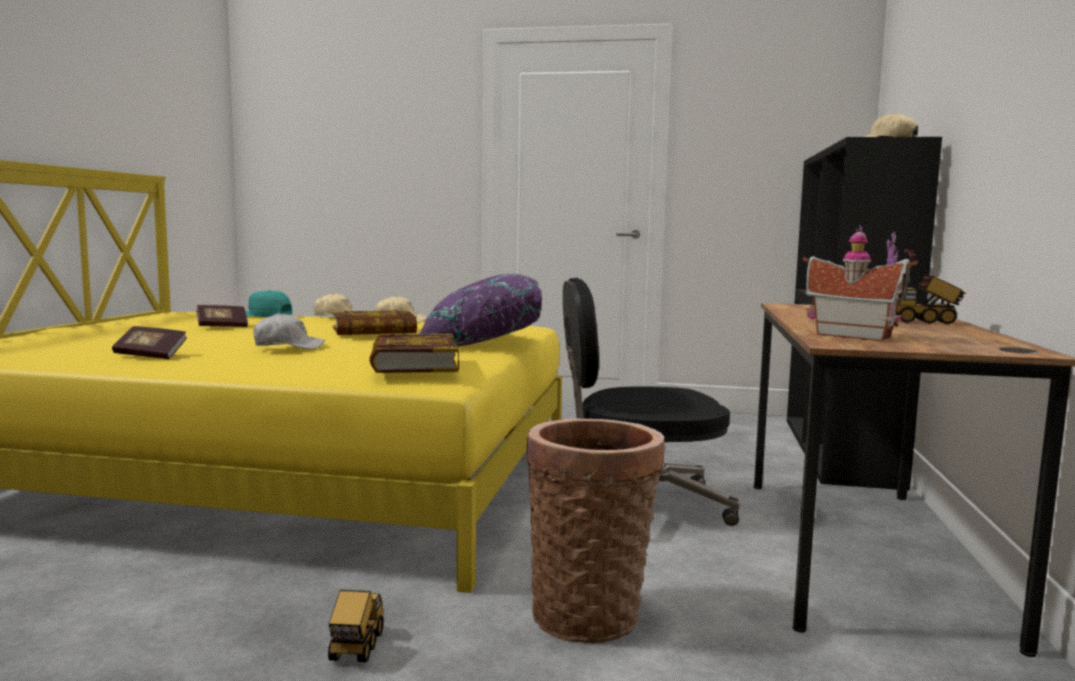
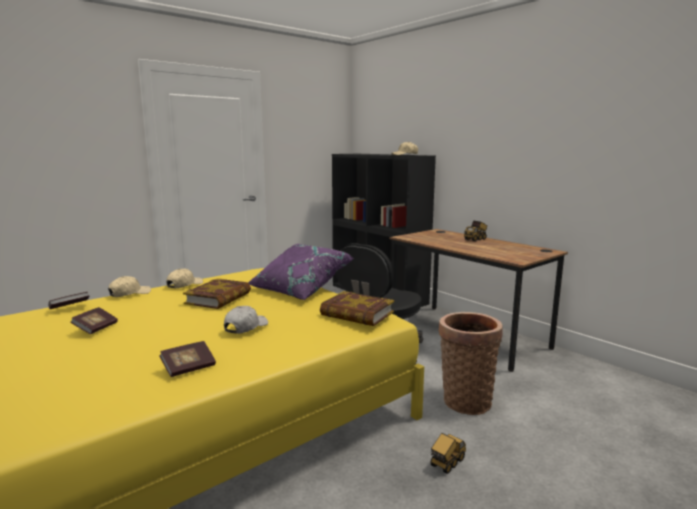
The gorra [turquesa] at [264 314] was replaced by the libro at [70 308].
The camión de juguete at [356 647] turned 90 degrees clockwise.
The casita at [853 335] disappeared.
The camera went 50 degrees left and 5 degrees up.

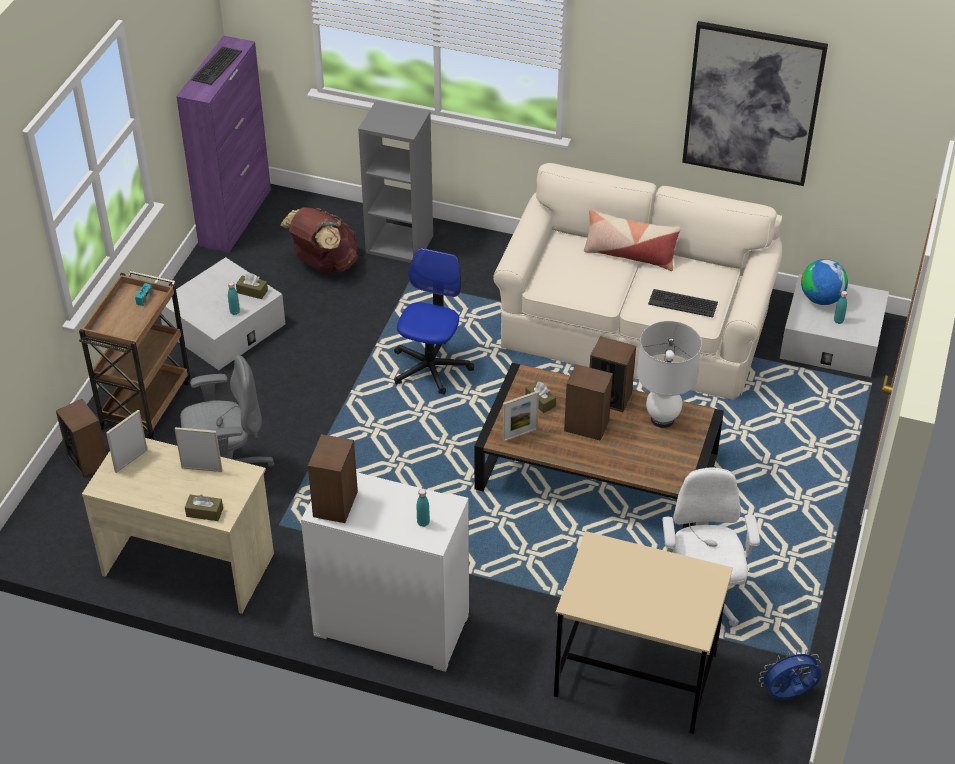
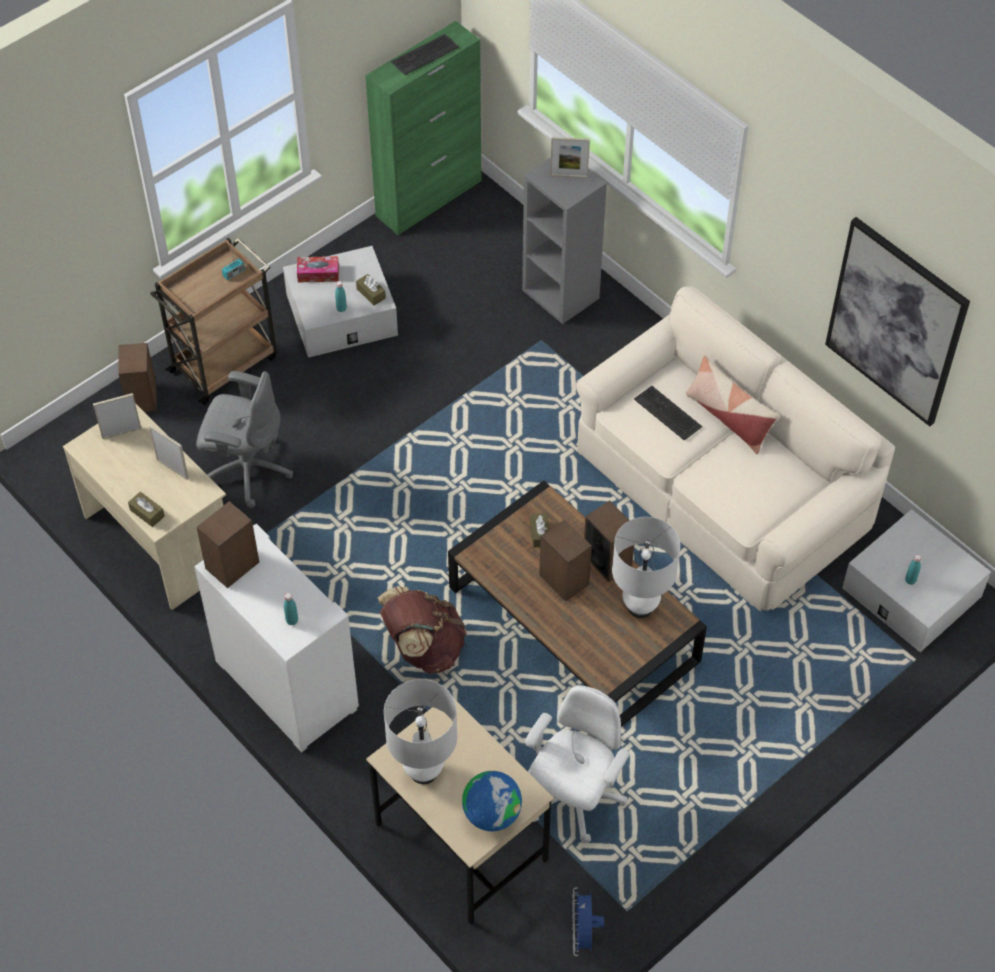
The caja de pañuelos at [318 274] appeared.
The armario [morado] at [236 216] became the armario [verde] at [429 198].
The mochila [marrón] moved from [324 264] to [423 648].
The lámpara de mesa [blanco] at [424 772] appeared.
The globo terráqueo moved from [821 299] to [492 814].
The portarretratos moved from [520 435] to [569 176].
The ventilador [azul] at [788 696] turned 105 degrees counterclockwise.
The teclado moved from [683 303] to [668 413].
The silla de oficina at [430 367] disappeared.
The camera went 30 degrees right and 10 degrees up.

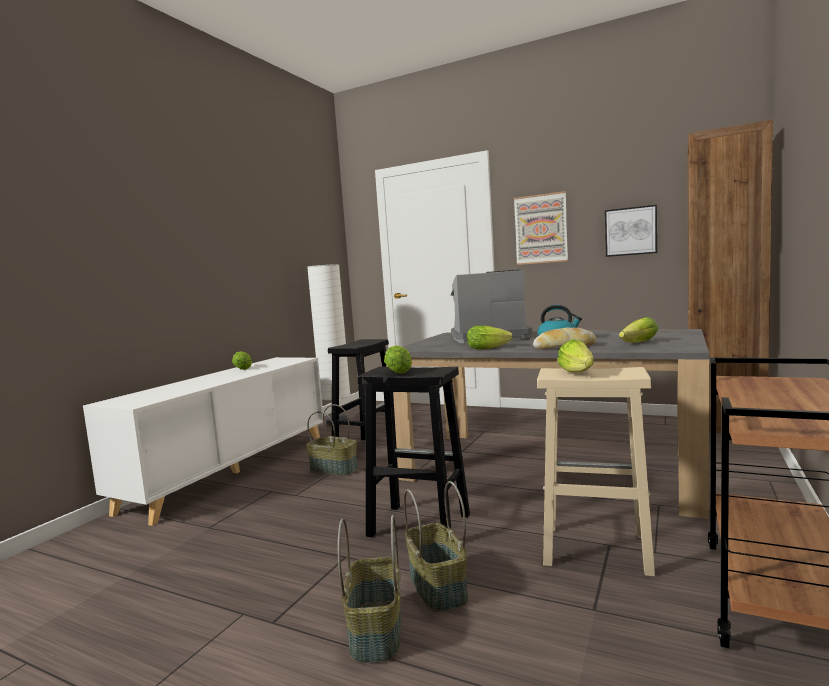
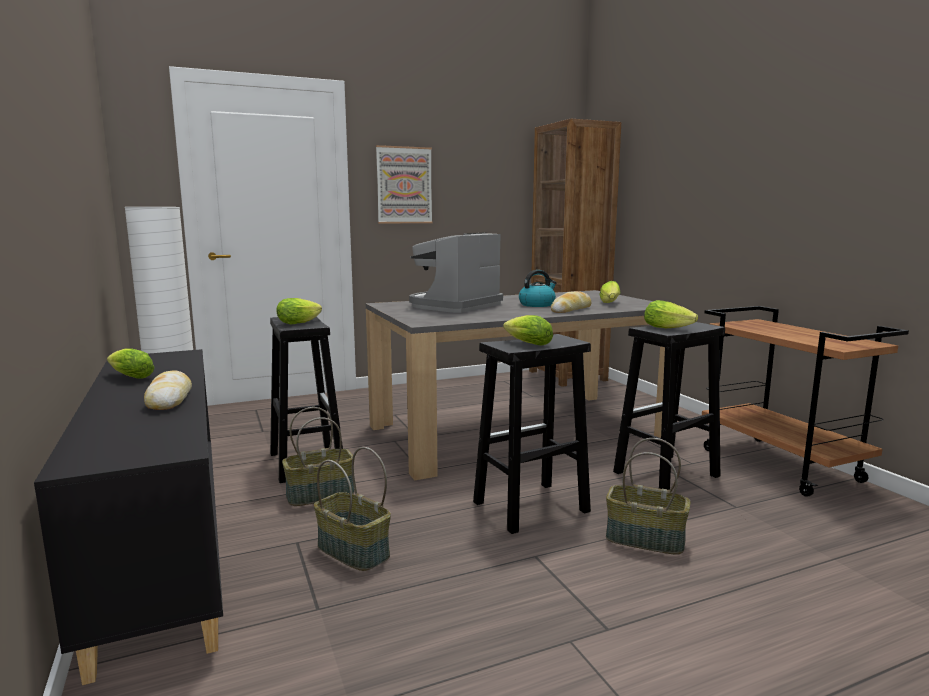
The armario [blanco] at [232 471] became the armario [negro] at [163 546].
The pan at [170 399] appeared.
The lechuga moved from [490 348] to [301 322].
The cesta moved from [375 631] to [352 551].
The taburete [beis] at [594 549] became the taburete [negro] at [665 474].
The cuadro at [630 231] disappeared.
The camera went 50 degrees left and 5 degrees up.

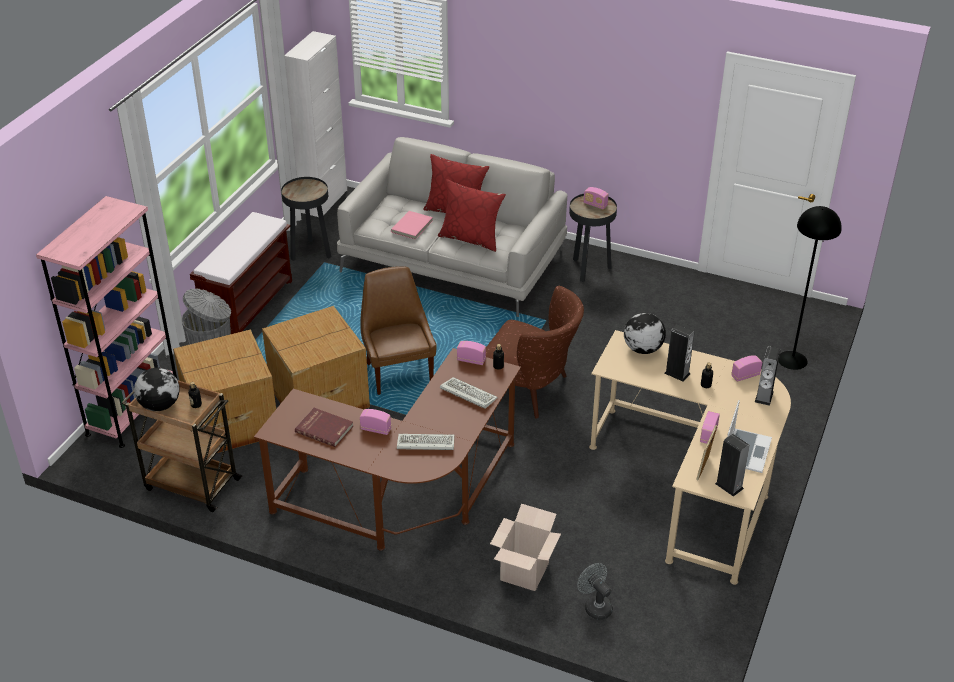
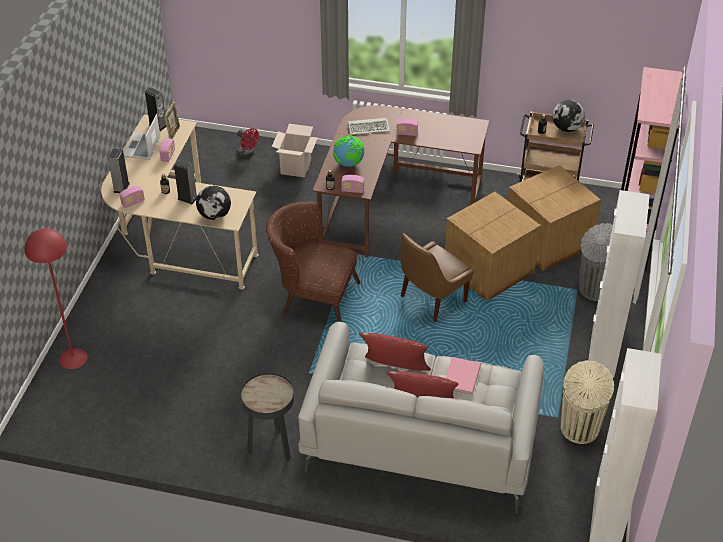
The lámpara de pie [negro] at [792 360] became the lámpara de pie [rojo] at [73 358].
The ventilador [gris] at [595 606] became the ventilador [rojo] at [247 154].
The teclado at [467 394] was replaced by the globo terráqueo at [349 164].
The silla [marrón] at [399 372] turned 75 degrees clockwise.
The mesa auxiliar [negro] at [310 252] was replaced by the papelera [beis] at [579 429].
The banco [marrón] at [249 305] was replaced by the armario [blanco] at [603 353].
The libro [rojo] at [325 428] disappeared.
The radio at [595 205] disappeared.
The camera went 170 degrees right and 5 degrees up.

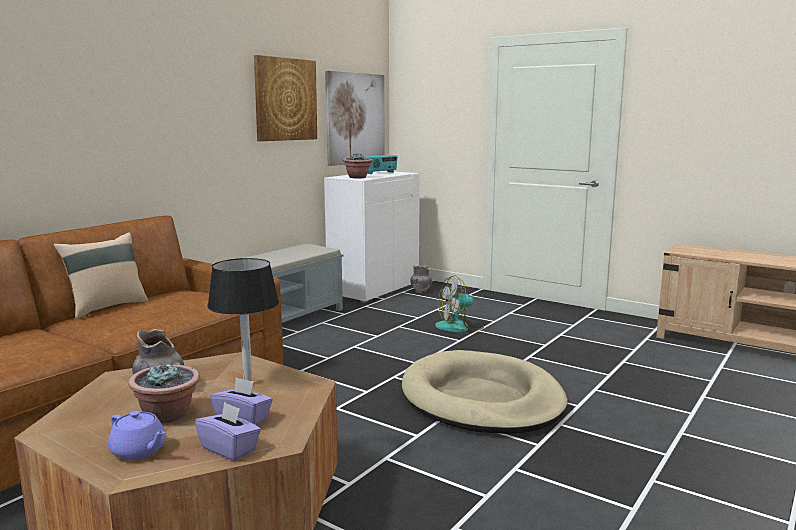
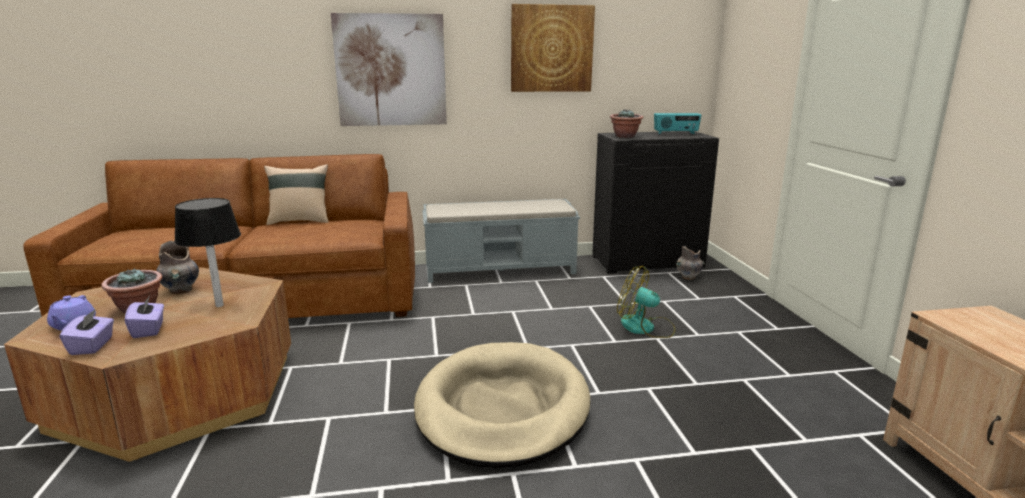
The cuadro moved from [355 118] to [391 70].
The armario [blanco] at [374 289] became the armario [negro] at [647 261].
The camera went 45 degrees right and 5 degrees up.

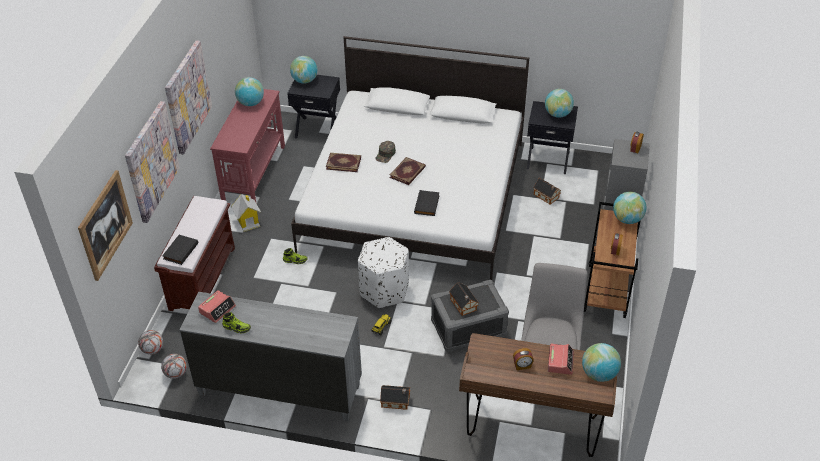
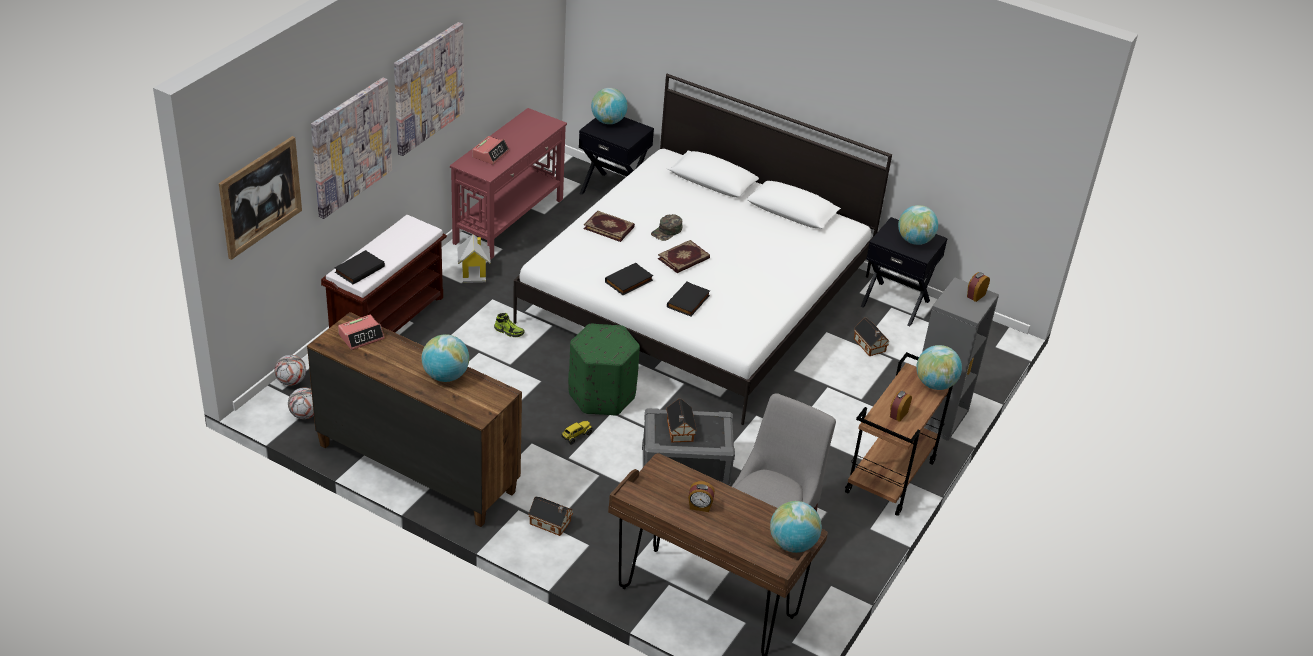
The cómoda [gris] at [279 389] became the cómoda [marrón] at [417 467].
The globo terráqueo moved from [251 103] to [446 376].
The despertador moved from [560 361] to [490 154].
The puf [blanco] at [385 290] became the puf [verde] at [602 395].
The libro [negro] at [629 282] appeared.
The zapato at [236 327] disappeared.
The camera went 15 degrees right and 5 degrees down.

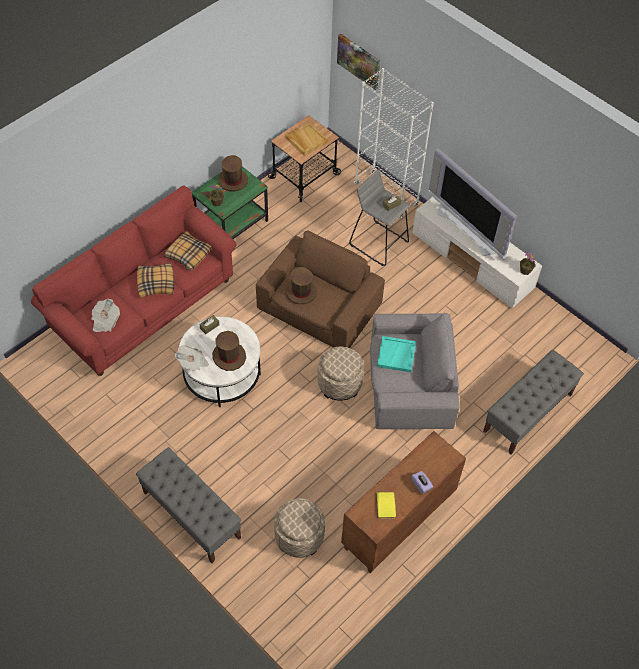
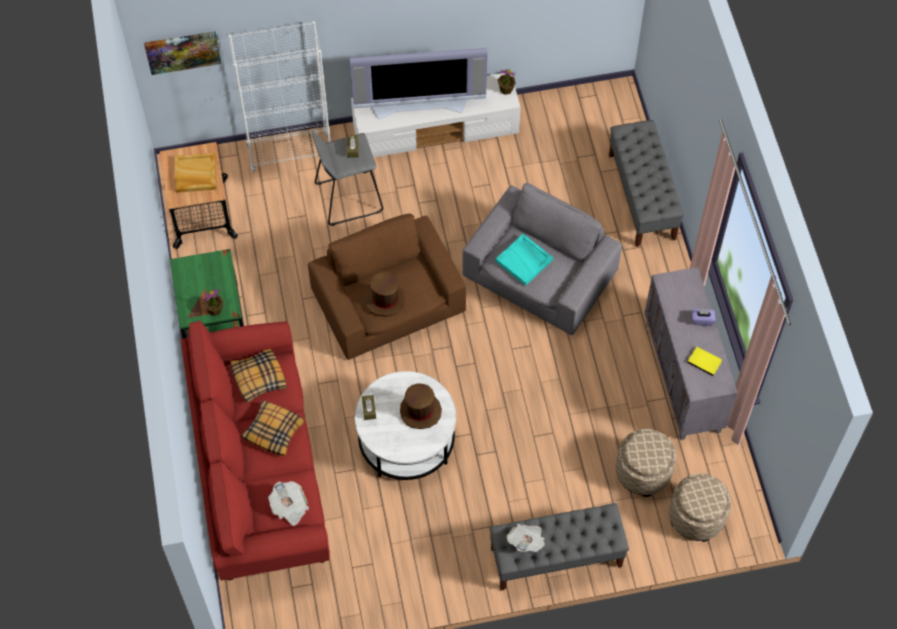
The periódico moved from [193 363] to [527 541].
The armario [marrón] at [398 522] became the armario [gris] at [683 377].
The puf [beis] moved from [339 383] to [696 516].
The sombrero [marrón] at [233 181] disappeared.
The camera went 55 degrees left and 5 degrees up.

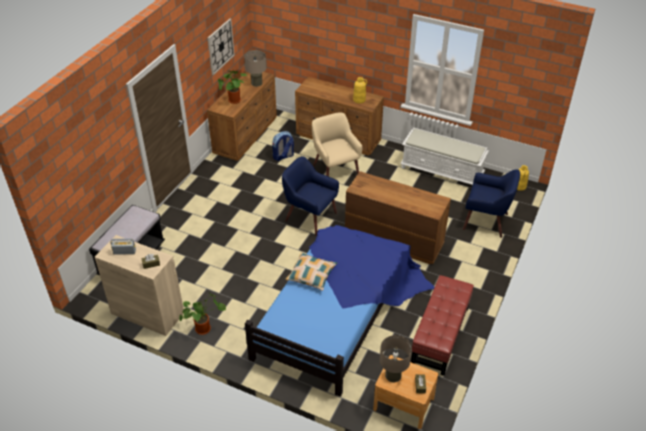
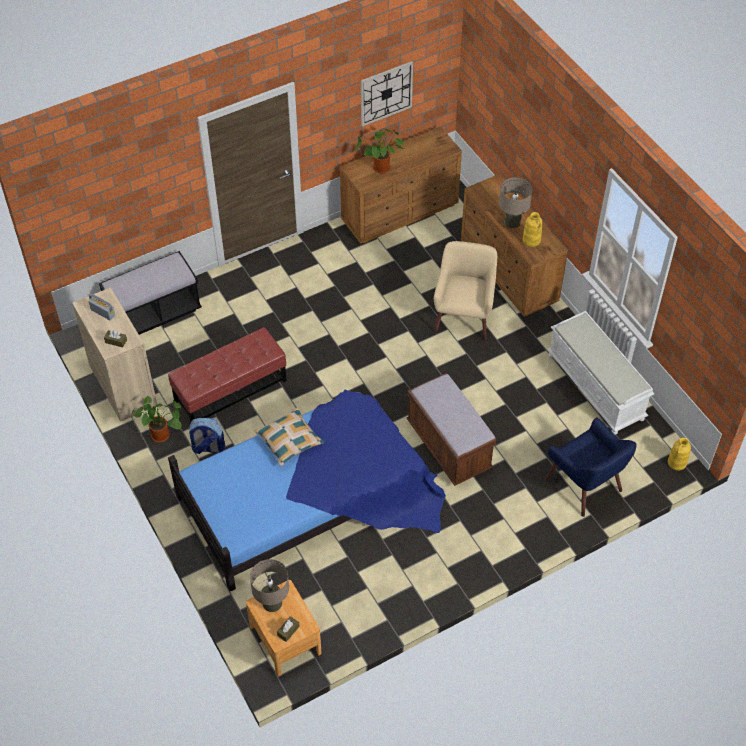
The puf [rojo] moved from [440 336] to [230 390].
The mochila moved from [283 156] to [207 448].
The cómoda [marrón] at [393 240] was replaced by the banco [marrón] at [448 446].
The lámpara de mesa [beis] moved from [256 83] to [512 222].
The sillón [azul] at [310 217] disappeared.
The camera went 35 degrees right and 10 degrees up.

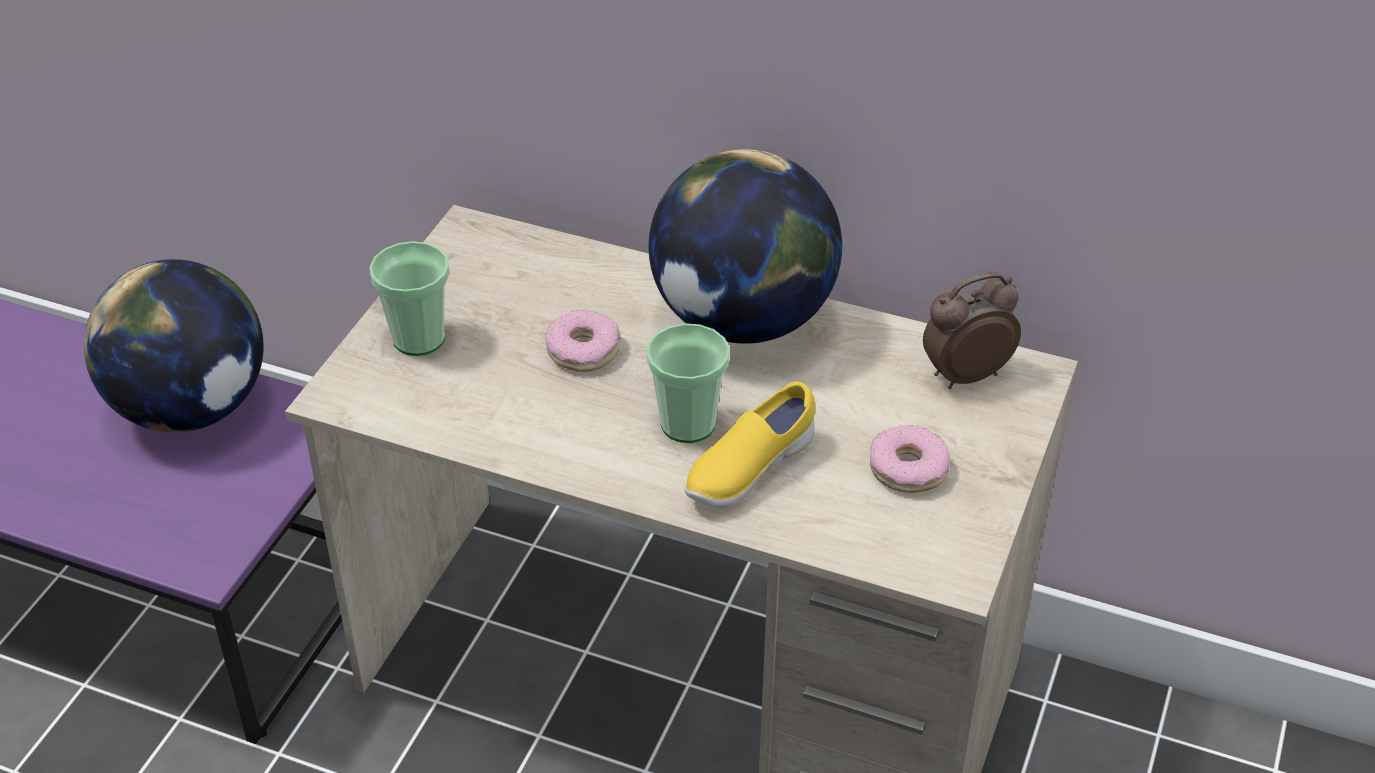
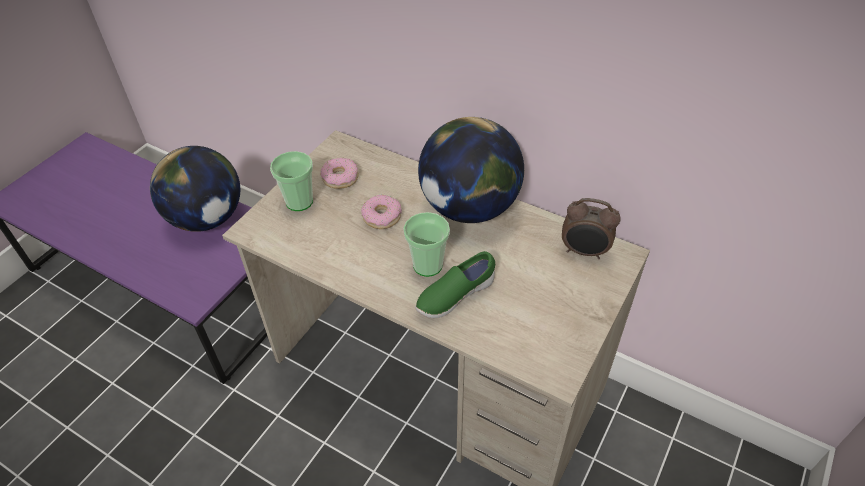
The rosquilla moved from [908 468] to [340 178].
The zapato [amarillo] at [748 470] became the zapato [verde] at [454 296].
The despertador at [964 374] turned 150 degrees counterclockwise.
The camera went 10 degrees right and 5 degrees up.

